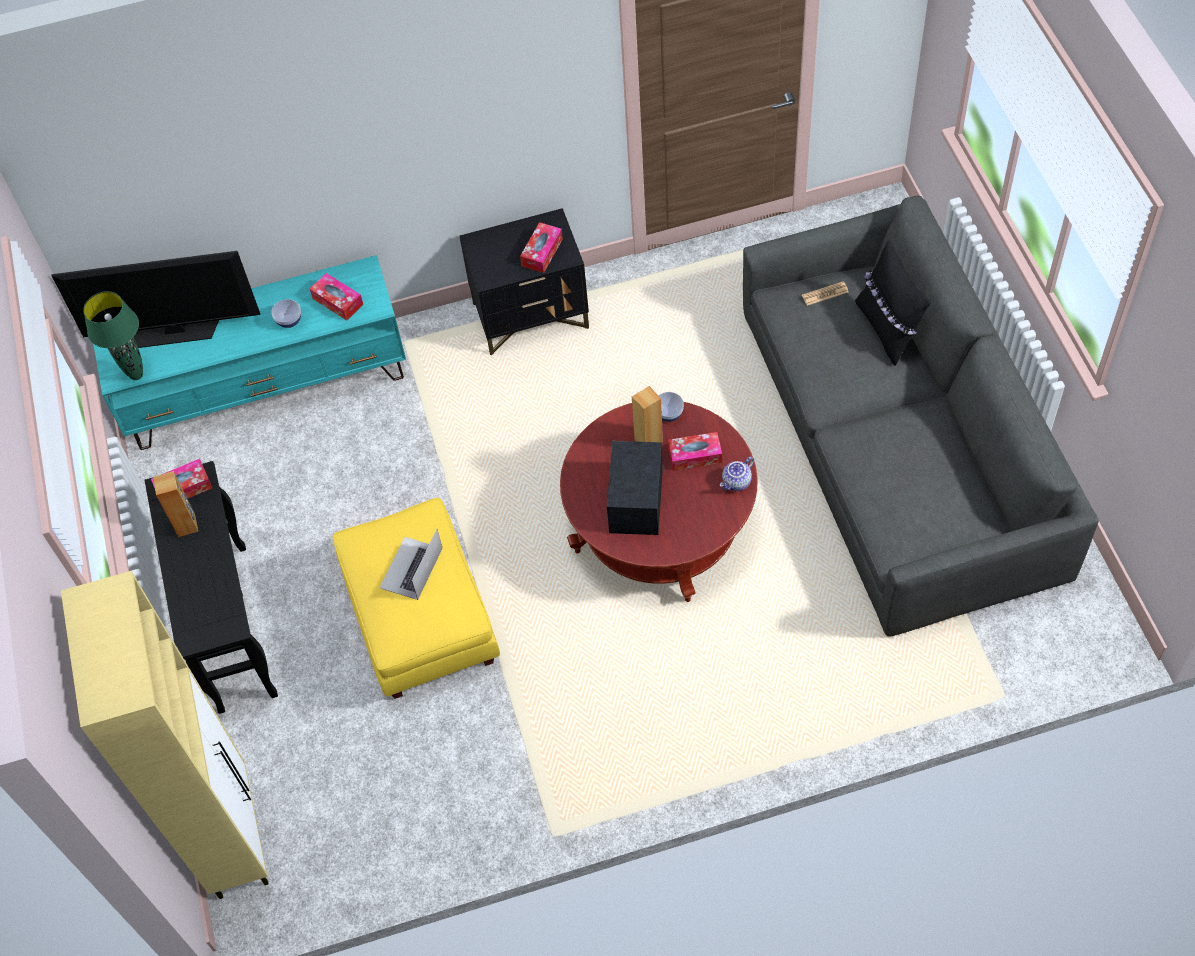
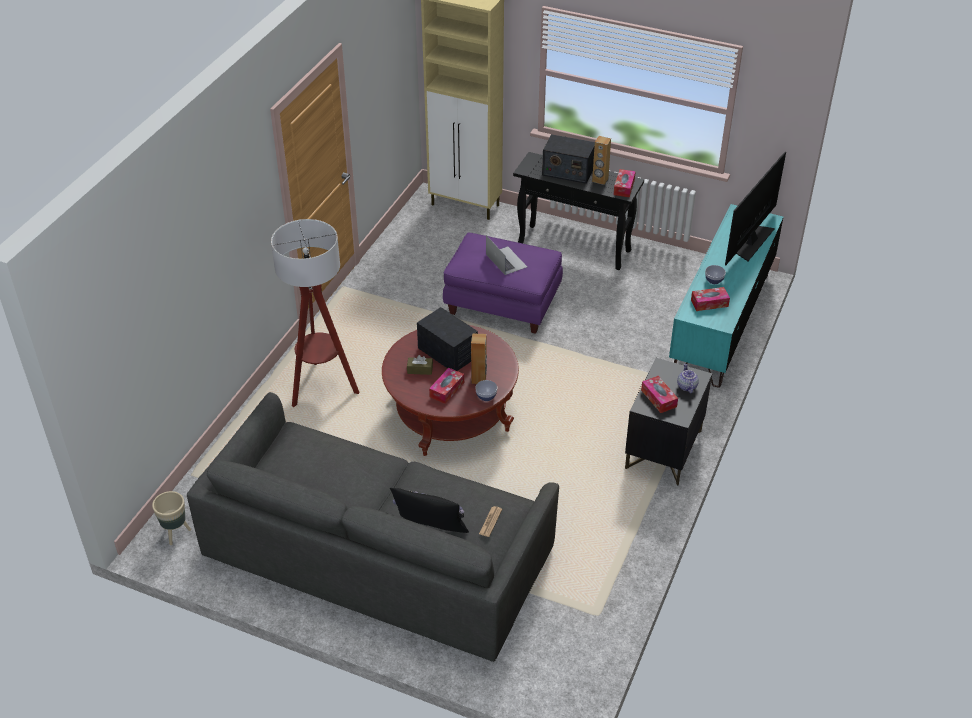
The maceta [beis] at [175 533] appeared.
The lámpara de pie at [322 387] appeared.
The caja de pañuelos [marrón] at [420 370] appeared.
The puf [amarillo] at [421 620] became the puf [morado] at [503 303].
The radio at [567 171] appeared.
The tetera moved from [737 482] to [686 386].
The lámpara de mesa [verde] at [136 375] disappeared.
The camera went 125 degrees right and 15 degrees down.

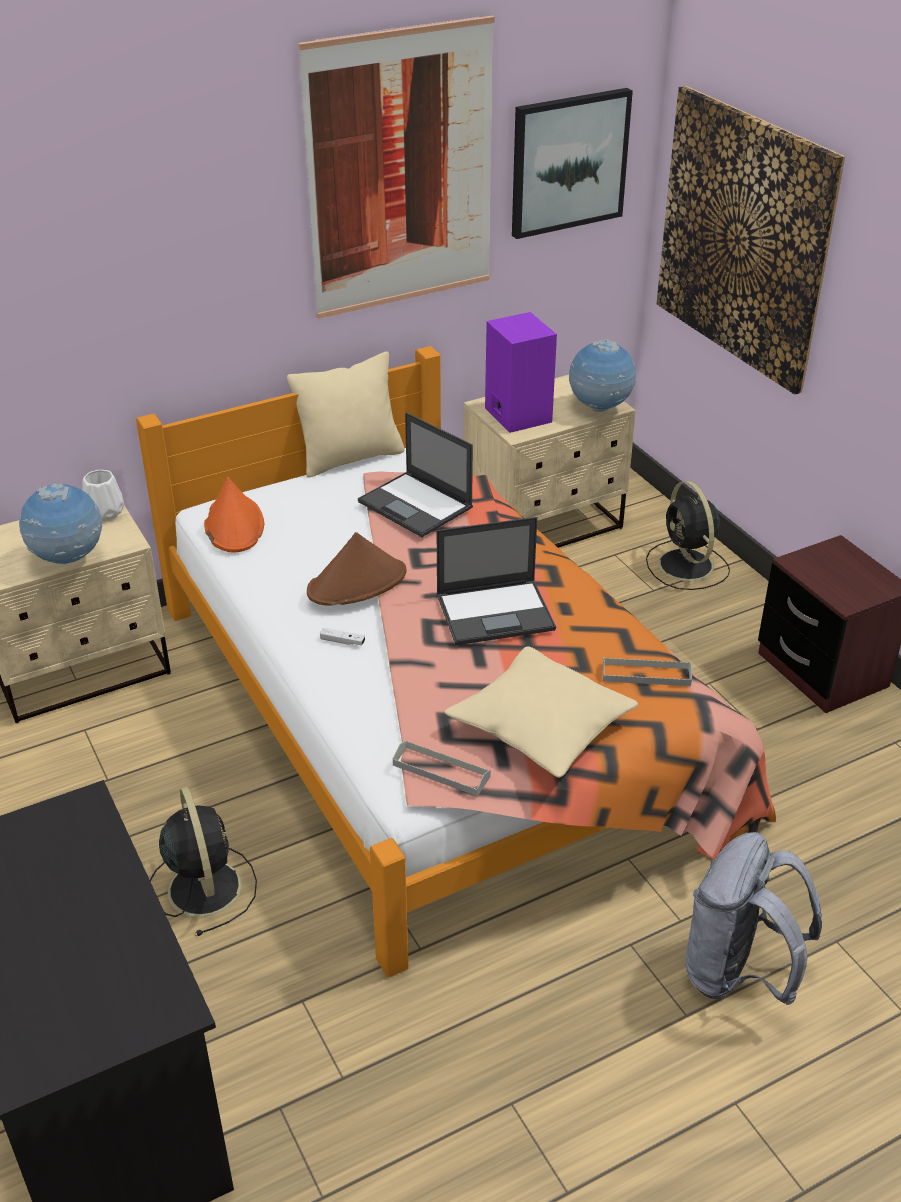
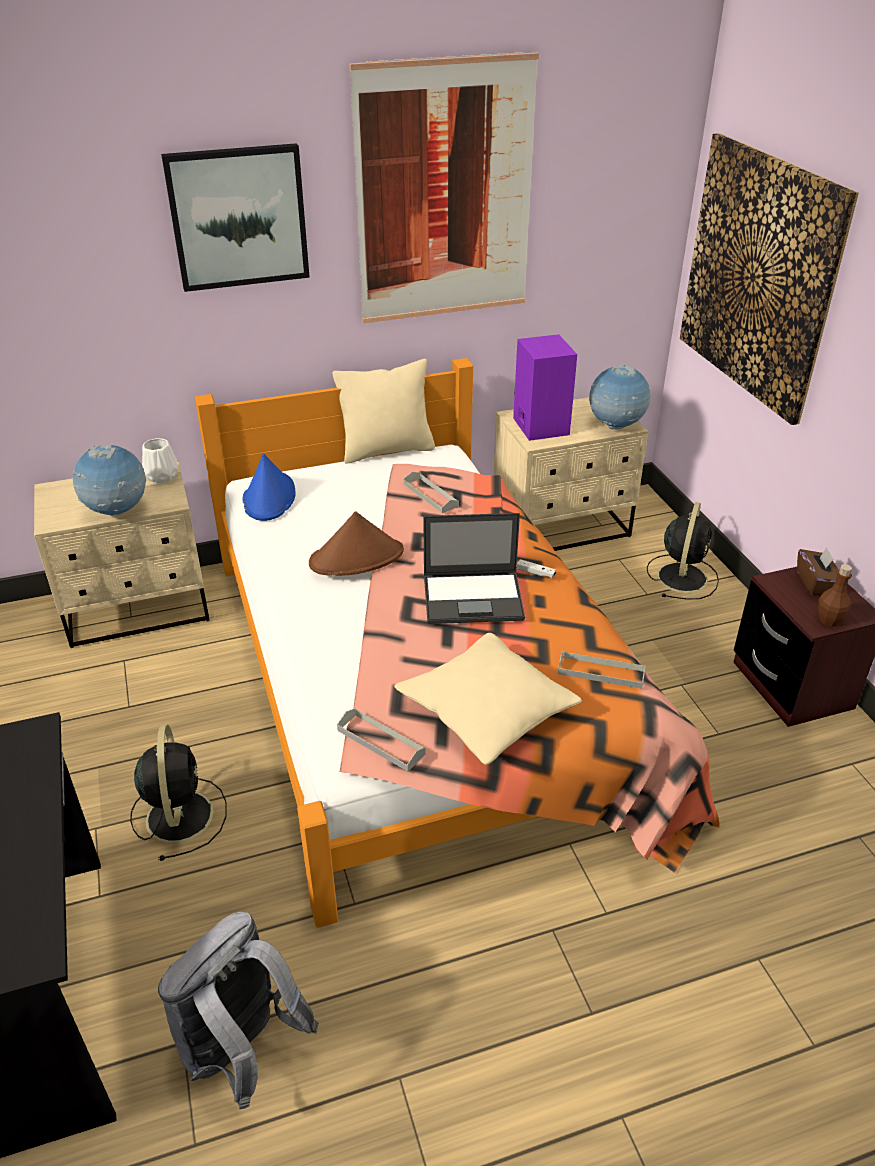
The mochila [gris] moved from [738 973] to [242 1051].
The cuadro moved from [568 162] to [238 217].
The sombrero [naranja] at [234 525] became the sombrero [azul] at [269 497].
The portátil at [416 505] was replaced by the bandeja [gris] at [430 495].
The mando de consola [blanco] moved from [342 641] to [535 573].
The ventilador [negro] at [687 566] turned 150 degrees counterclockwise.
The caja de pañuelos [marrón] at [815 583] appeared.
The botella [marrón] at [829 620] appeared.
The camera went 10 degrees right and 0 degrees up.

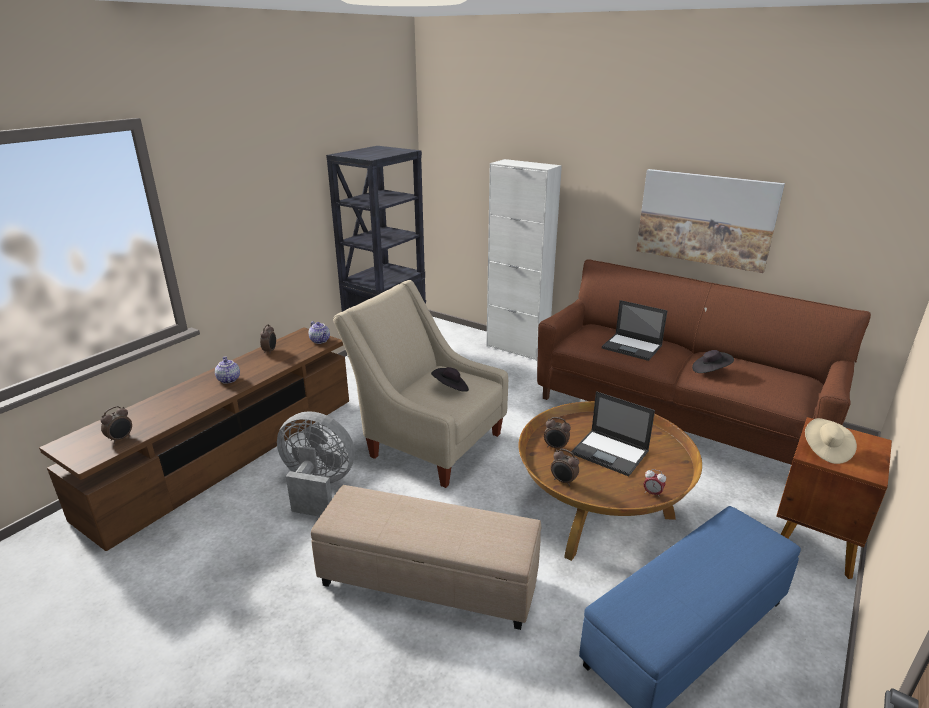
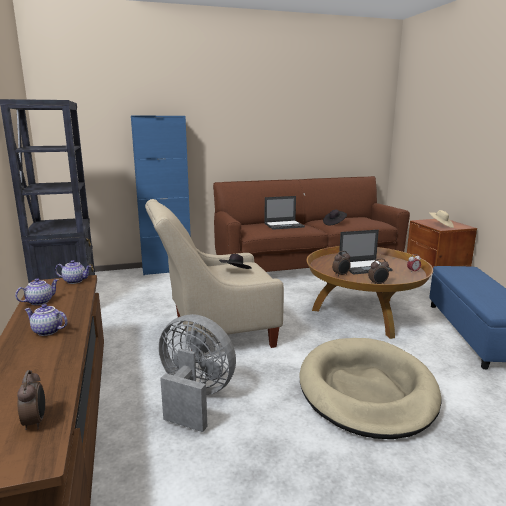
The despertador at [270 351] was replaced by the tetera at [39 301].
The armario [blanco] at [517 348] became the armario [azul] at [167 270].
The ventilador [gris] at [318 487] turned 60 degrees clockwise.
The puf [beis] at [428 581] was replaced by the cama para perro [beis] at [366 390].
The cuadro at [705 219] disappeared.
The camera went 50 degrees left and 10 degrees down.

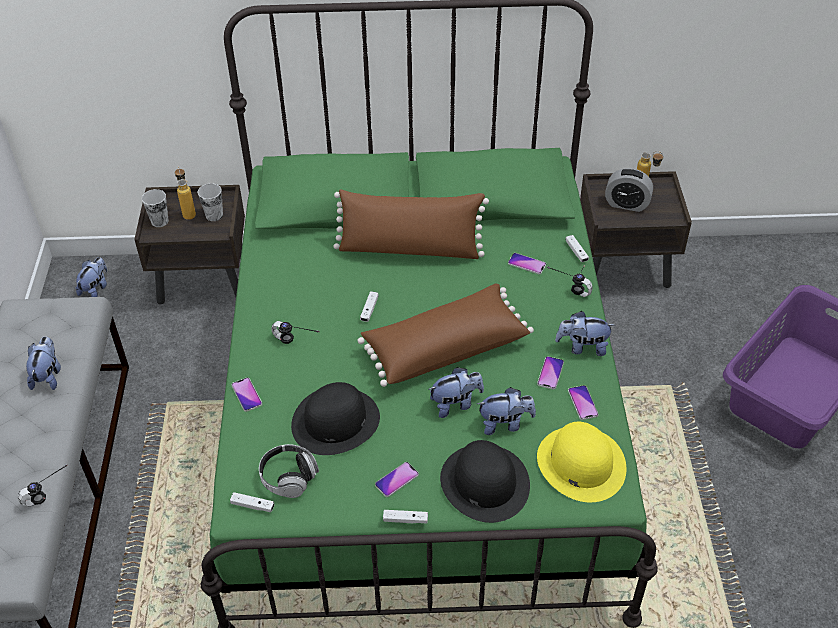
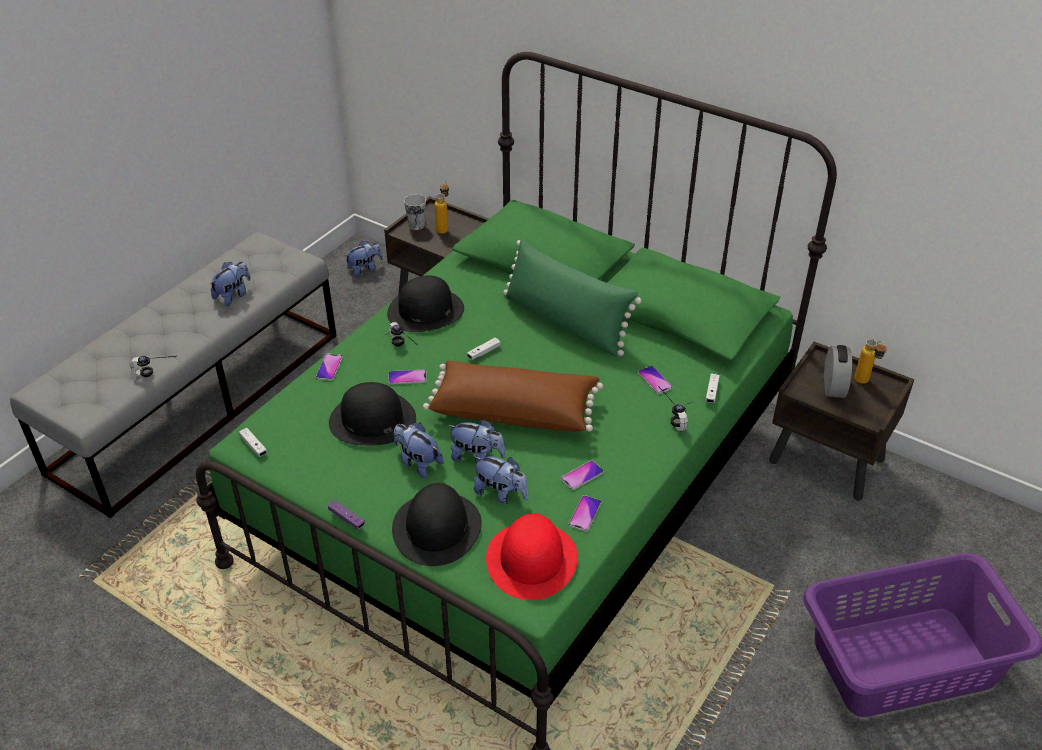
The mando de consola [blanco] at [405 520] became the mando de consola [morado] at [346 518].
The sombrero [negro] at [425 311] appeared.
The móvil moved from [397 480] to [407 377].
The peluche moved from [582 347] to [417 462].
The sombrero [amarillo] at [580 463] became the sombrero [rojo] at [531 559].
The cojín [marrón] at [410 249] became the cojín [verde] at [565 322].
The despertador at [626 204] turned 135 degrees counterclockwise.
The taza at [214 215] disappeared.
The auriculares at [289 477] disappeared.
The camera went 35 degrees right and 5 degrees down.

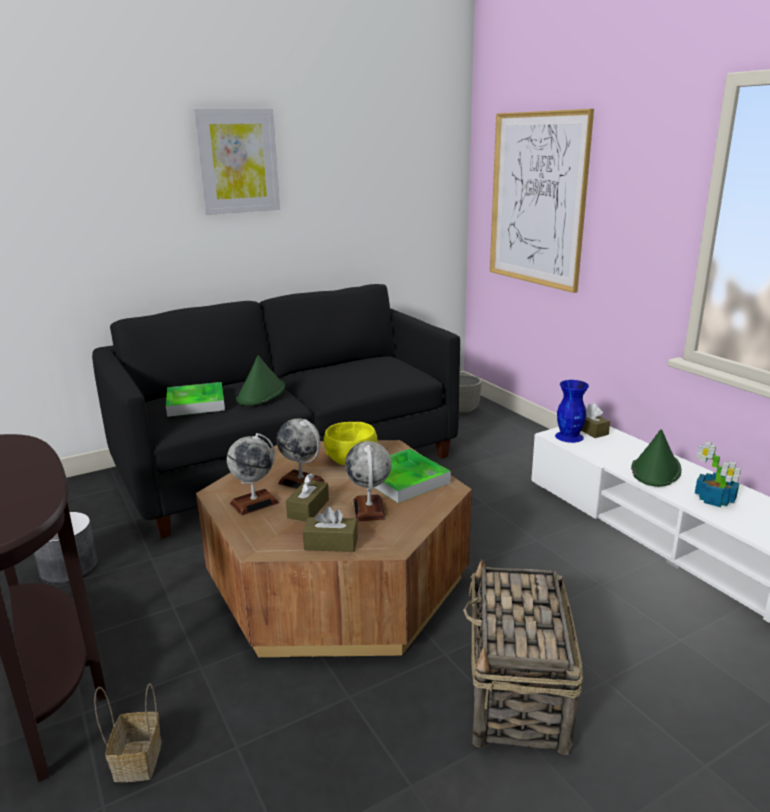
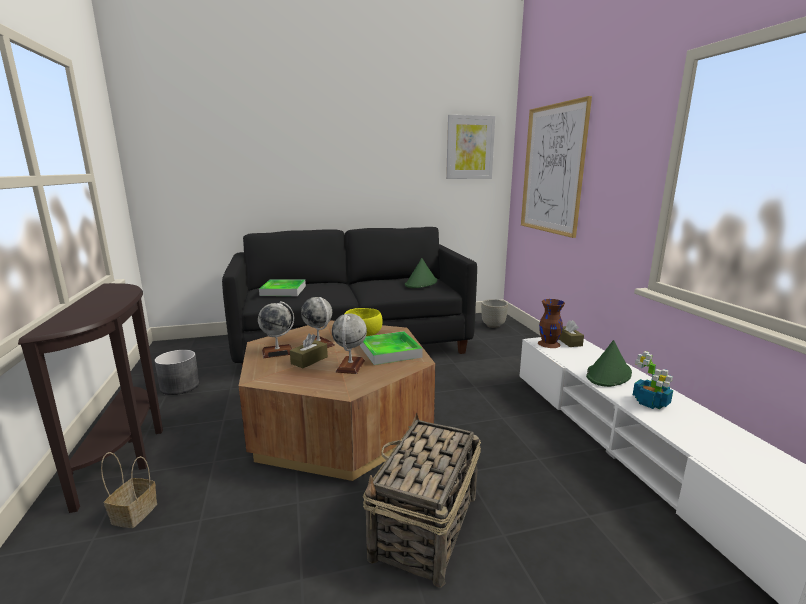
The sombrero [verde] moved from [261 393] to [421 283].
The cuadro moved from [237 161] to [470 147].
The florero [azul] at [569 437] became the florero [marrón] at [549 344].
The caja de pañuelos [marrón] at [331 543] disappeared.
The camera went 15 degrees right and 5 degrees down.

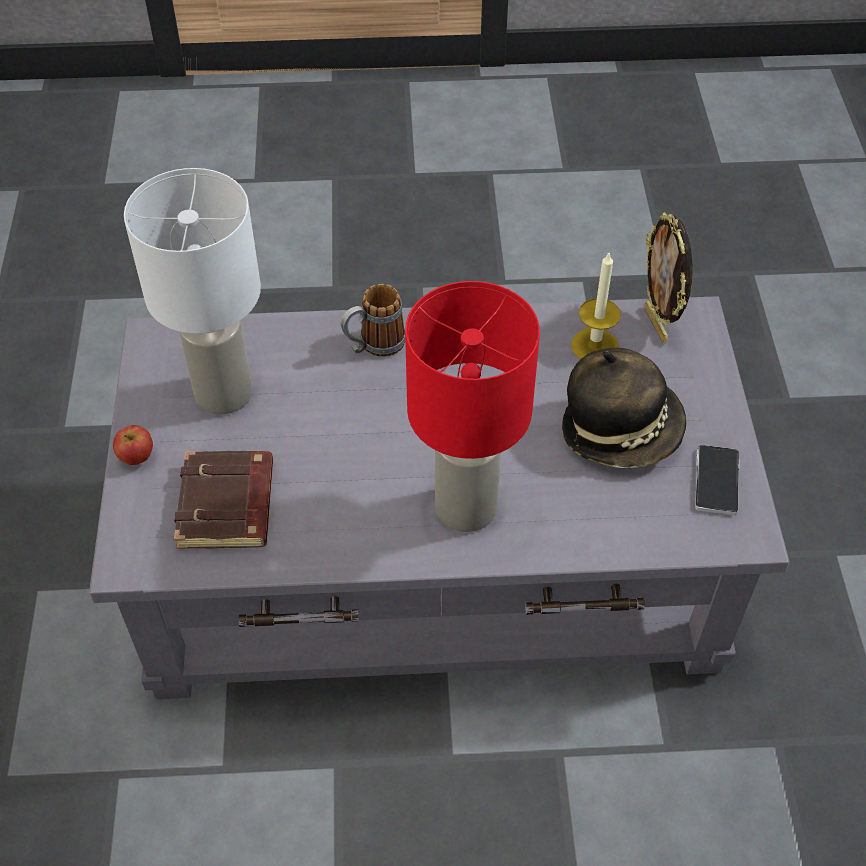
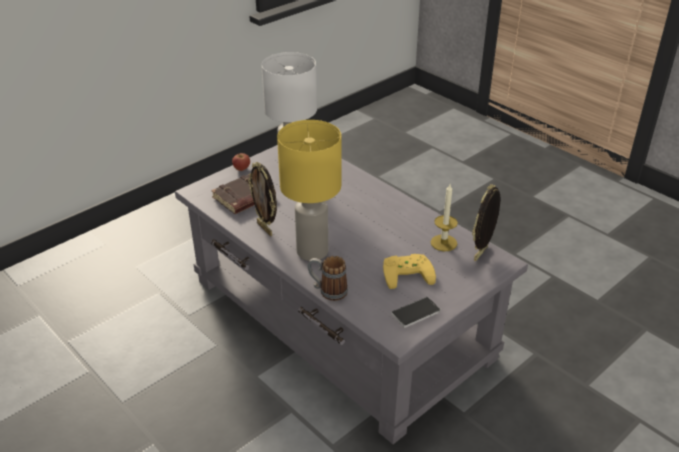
The portarretratos at [265 229] appeared.
The lámpara de mesa [rojo] at [465 506] became the lámpara de mesa [amarillo] at [313 251].
The taza grande moved from [374 345] to [328 291].
The sombrero at [621 430] was replaced by the mando de consola [amarillo] at [407 272].
The camera went 50 degrees right and 15 degrees down.

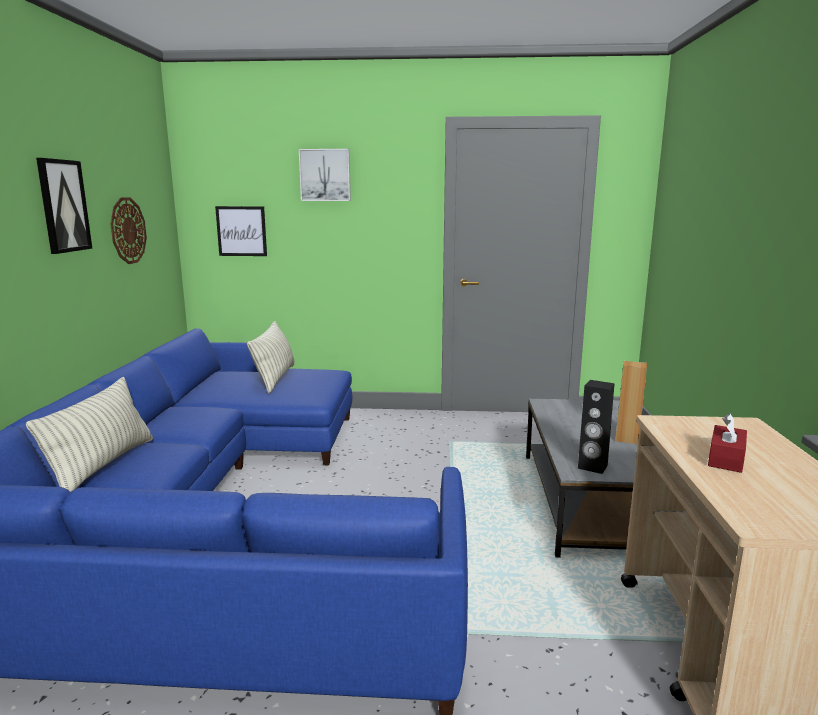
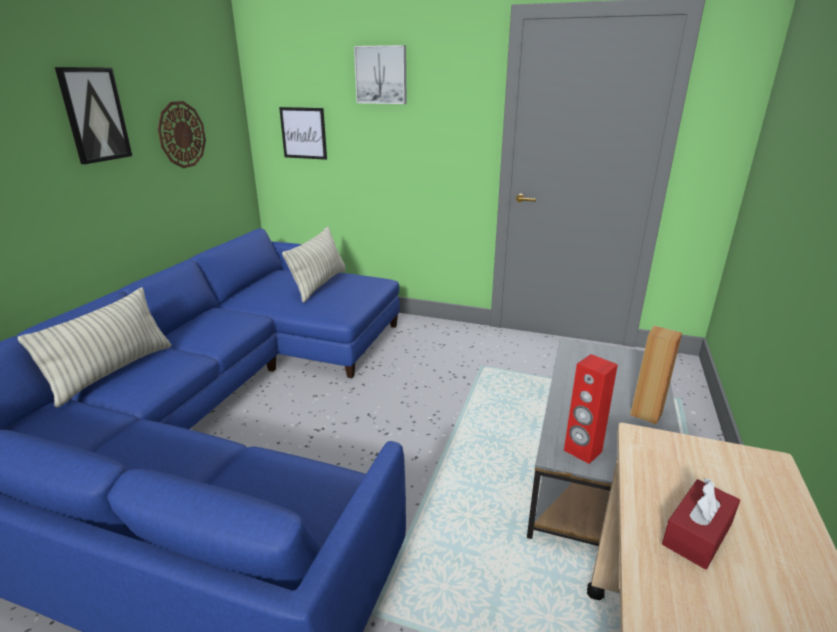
The altavoz [negro] at [592 467] became the altavoz [rojo] at [582 451].
The camera went 15 degrees right and 10 degrees up.

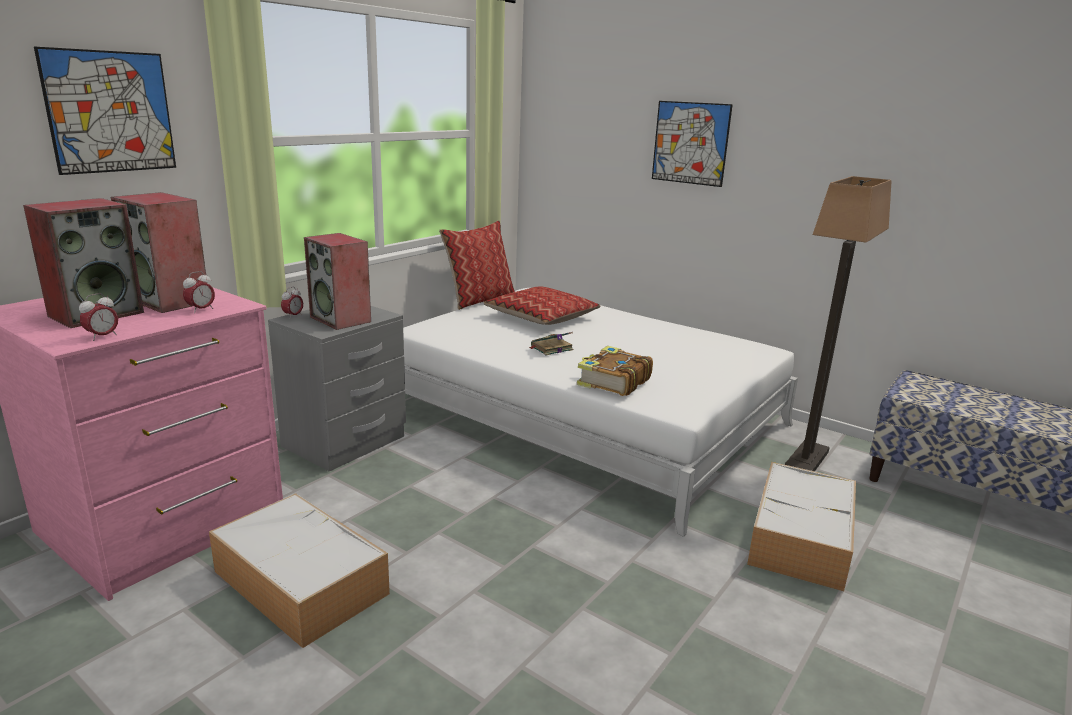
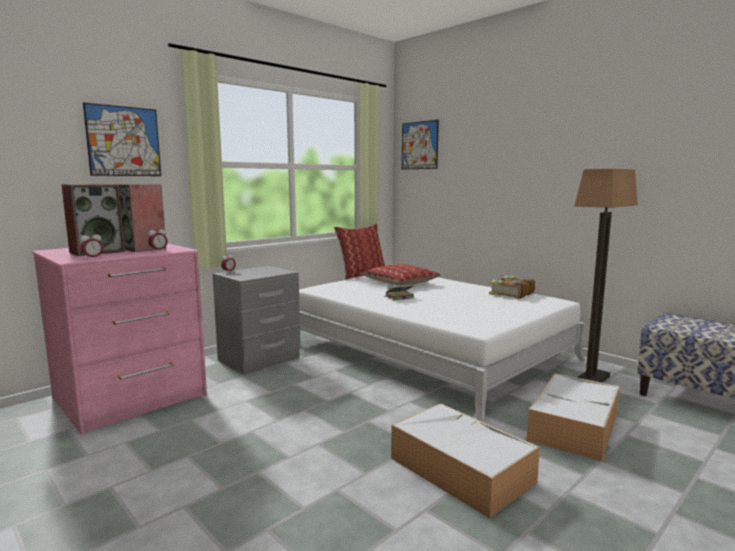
The caja de almacenaje moved from [298 582] to [459 469].
The cuadro moved from [690 143] to [419 145].
The libro moved from [613 382] to [511 294].
The altavoz at [341 319] disappeared.
The camera went 10 degrees right and 10 degrees down.

